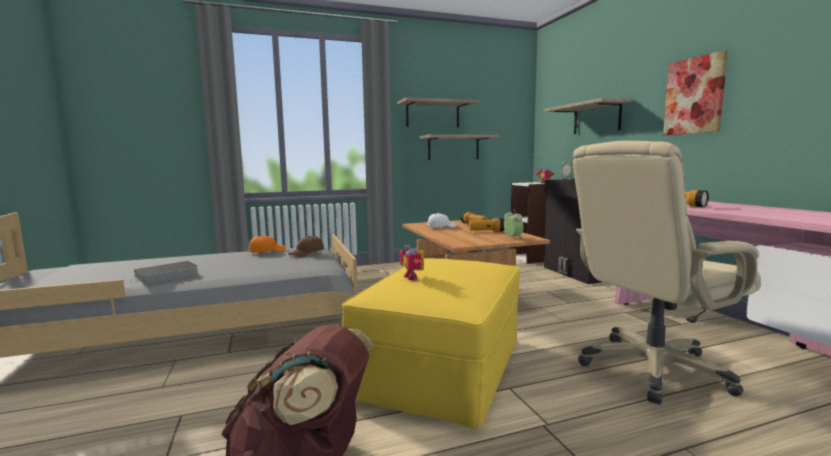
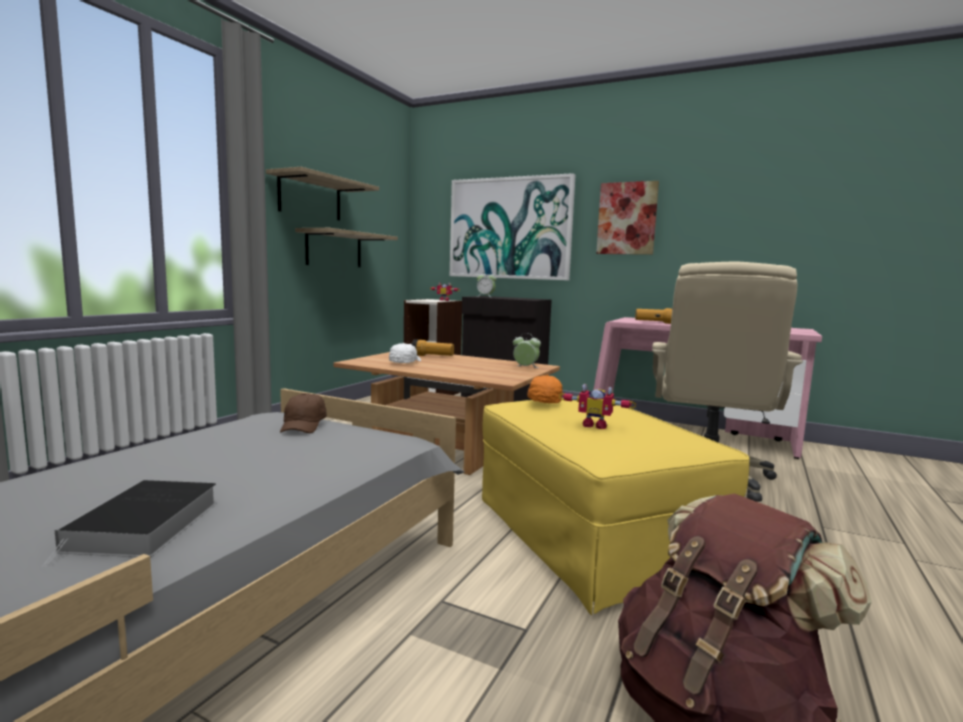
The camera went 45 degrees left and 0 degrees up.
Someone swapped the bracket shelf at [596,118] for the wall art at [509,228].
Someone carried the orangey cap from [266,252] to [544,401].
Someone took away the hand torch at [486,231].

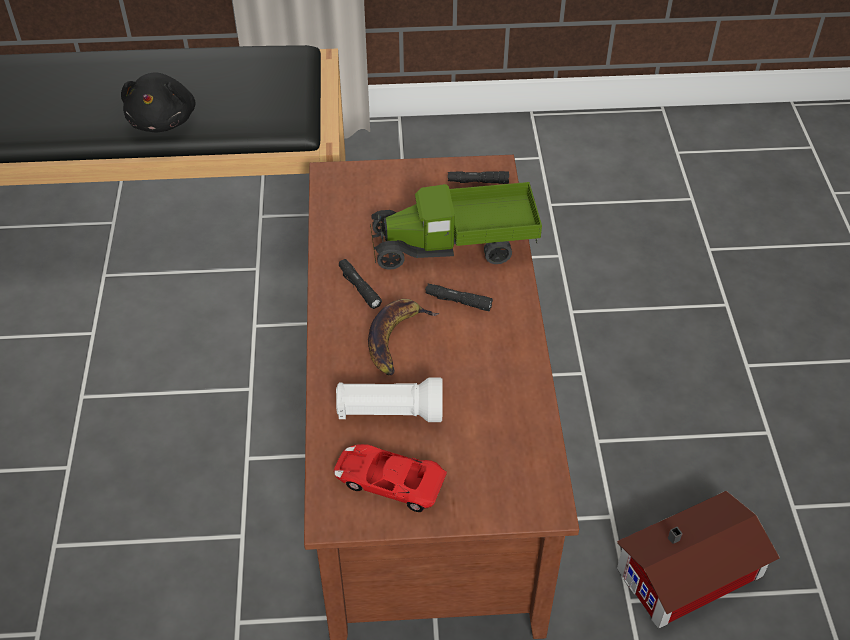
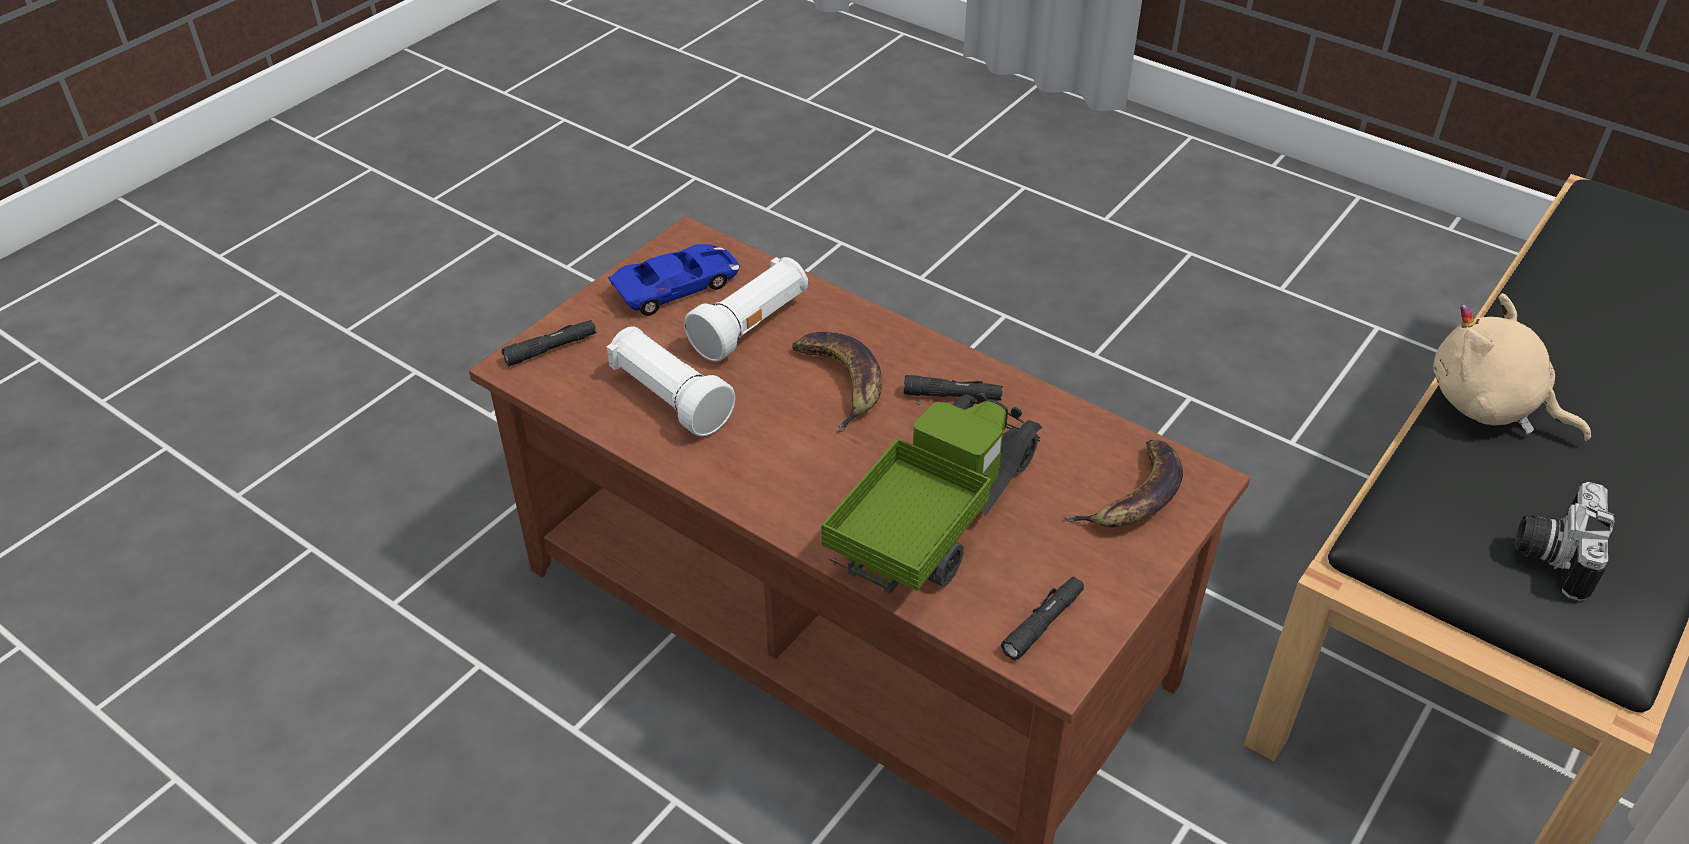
The camera went 130 degrees right and 5 degrees down.
Someone carried the blackish hand torch from [458,301] to [551,348].
Someone put down the whitish hand torch at [669,398].
Someone repainted the red model car at [389,481], which became the bluish model car at [677,286].
Someone put down the banana fruit at [1135,497].
Someone repainted the blackish cuddly toy at [163,120], which became the beige cuddly toy at [1490,406].
Someone put down the photo camera at [1551,554].
Someone took away the toy house at [694,573].

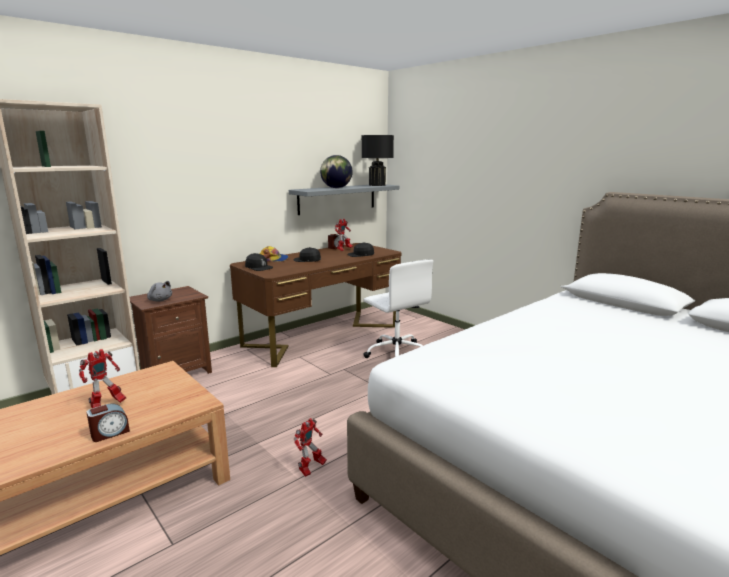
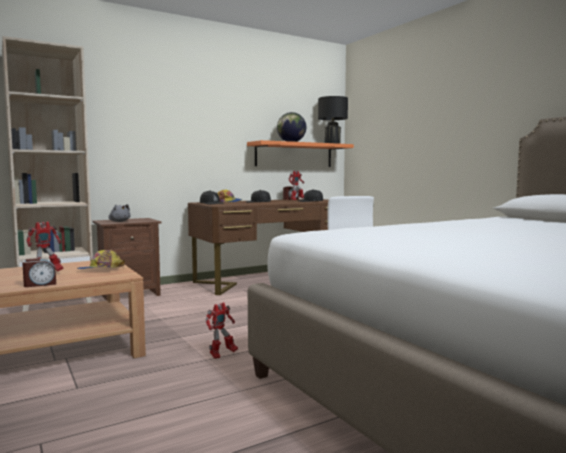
The camera went 10 degrees right and 10 degrees down.
Someone put down the cap at [101,269].
Someone repainted the gray bracket shelf at [337,198], which became the orangey bracket shelf at [294,155].

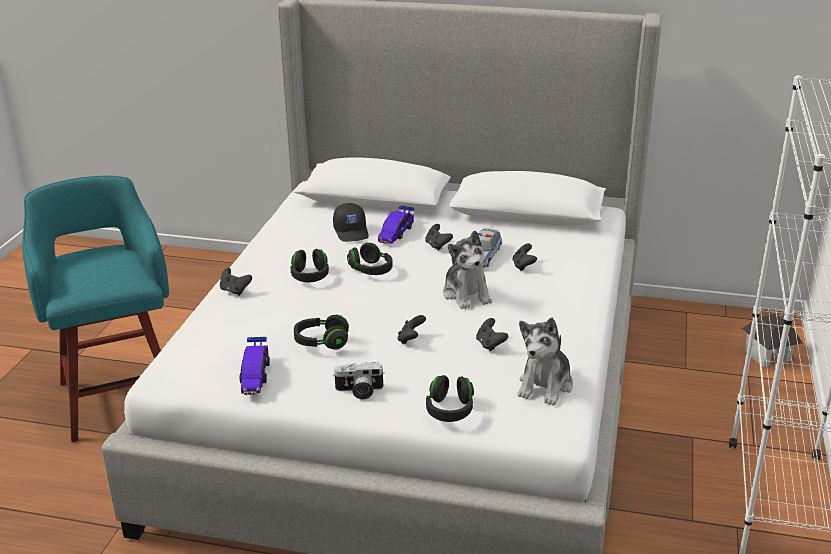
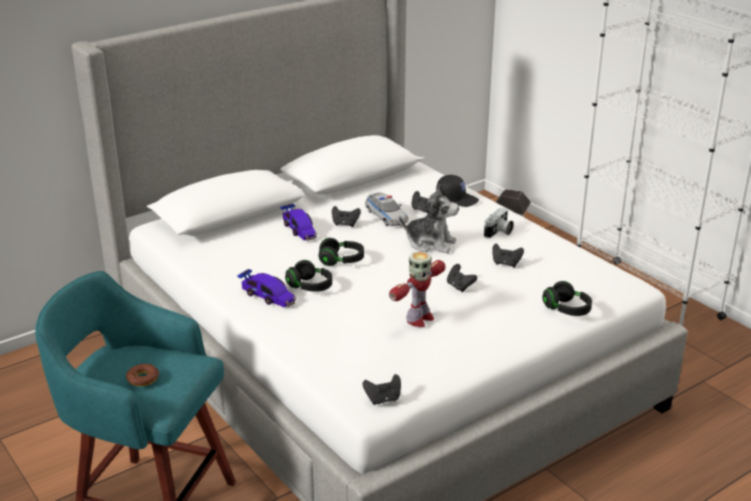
The camera went 50 degrees left and 0 degrees up.
Someone put down the ring doughnut at [143,378].
Someone carried the model car from [255,374] to [267,296].
Someone carried the blackish gamepad from [235,291] to [383,399].
Someone swapped the blackish pair of headphones at [321,342] for the robot figure at [419,319].
Someone carried the blackish cap from [352,232] to [457,199].
Someone carried the photo camera from [359,391] to [499,232].
Someone took away the cuddly toy at [545,385].

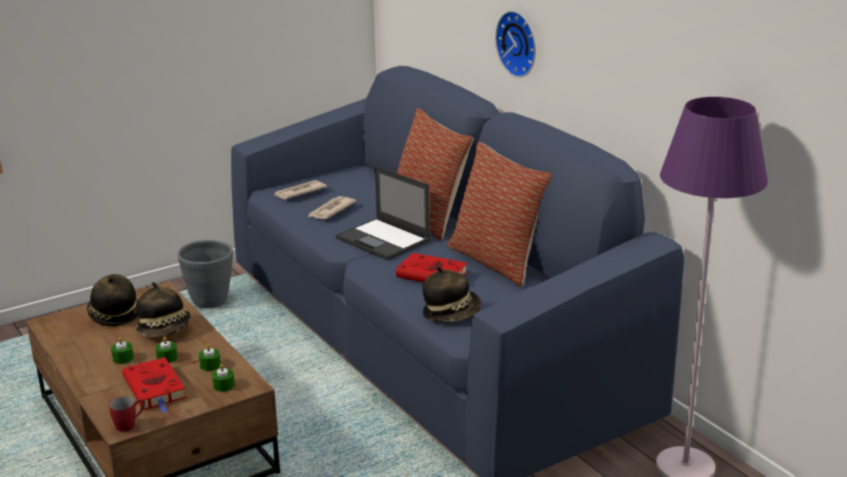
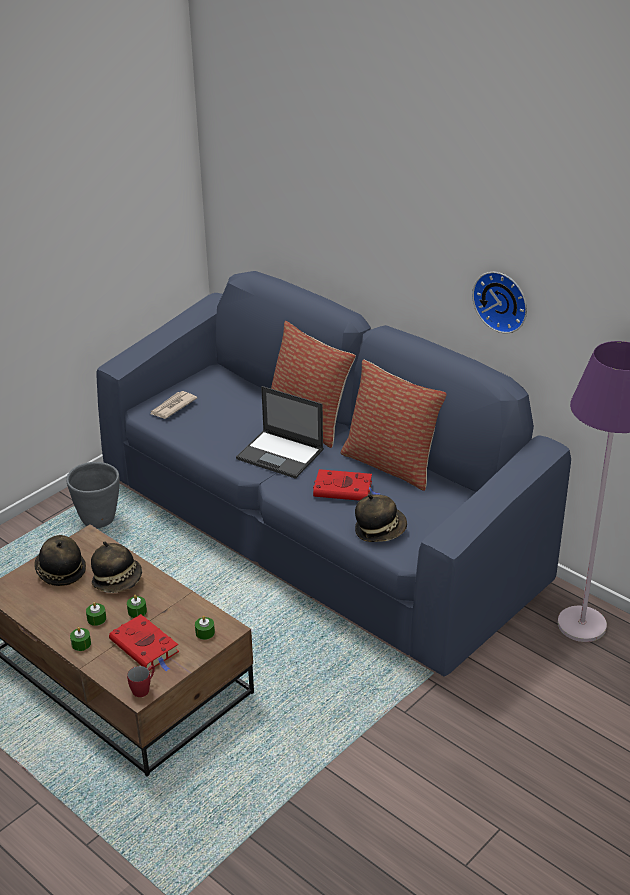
The camera went 15 degrees left and 10 degrees up.
Someone carried the greenish wax light from [210,365] to [81,644].
Someone carried the clock on the wall from [519,43] to [502,300].
Someone took away the daily paper at [330,210].

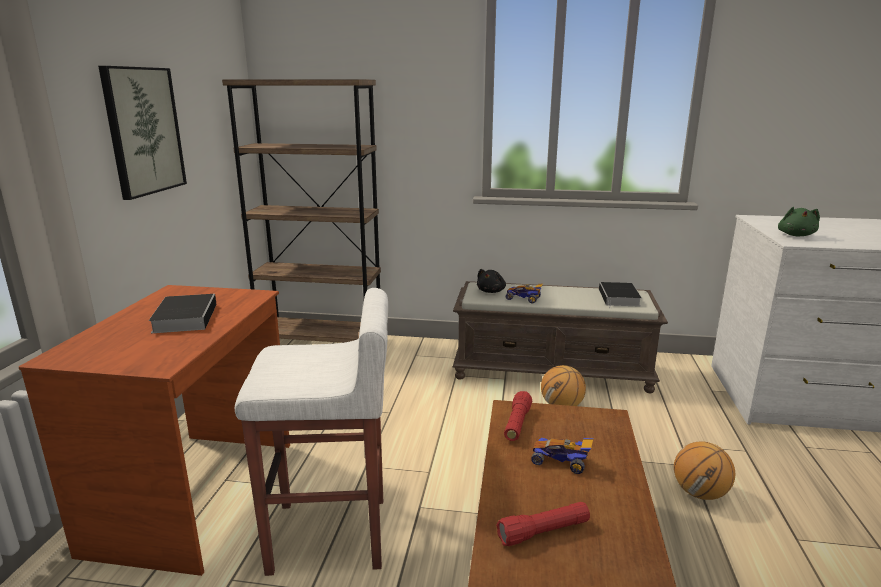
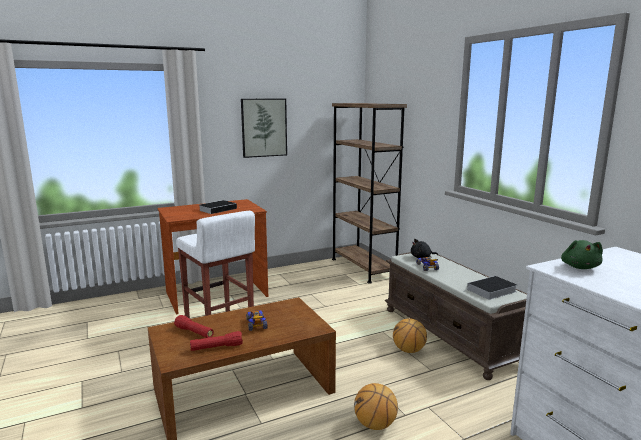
The camera went 55 degrees right and 5 degrees down.
Someone carried the red hand torch from [517,424] to [216,347].
Someone rotated the greenish cuddly toy at [796,235] by 60 degrees counterclockwise.

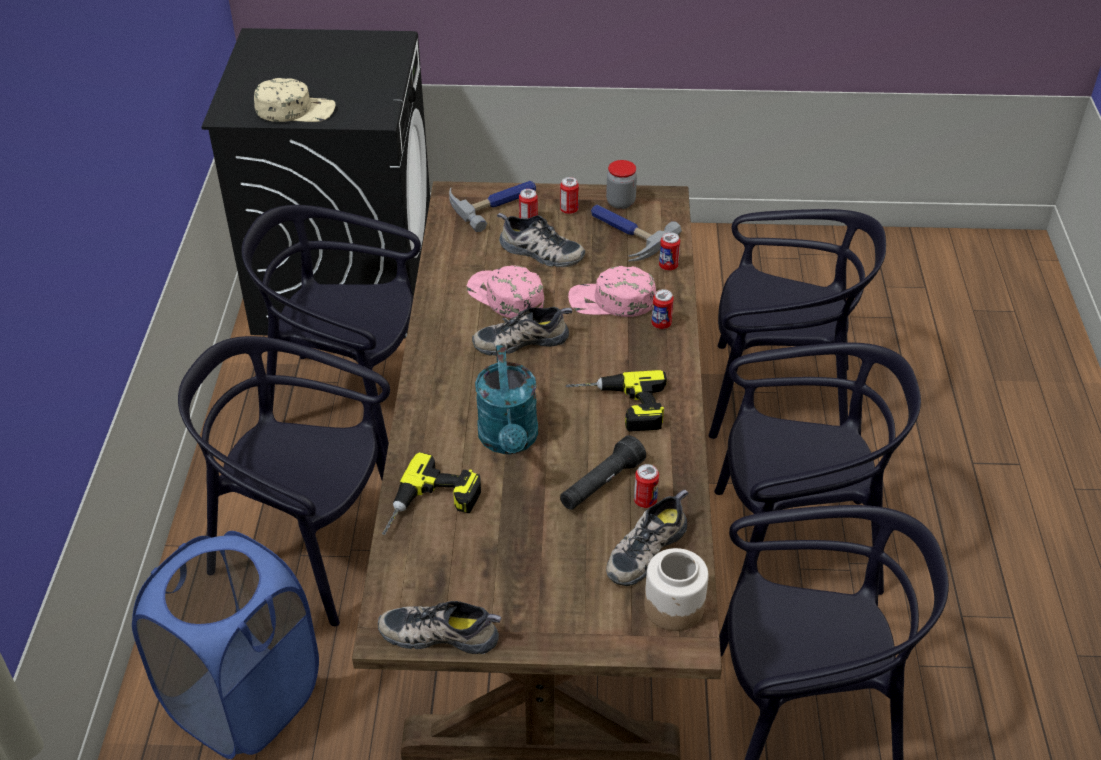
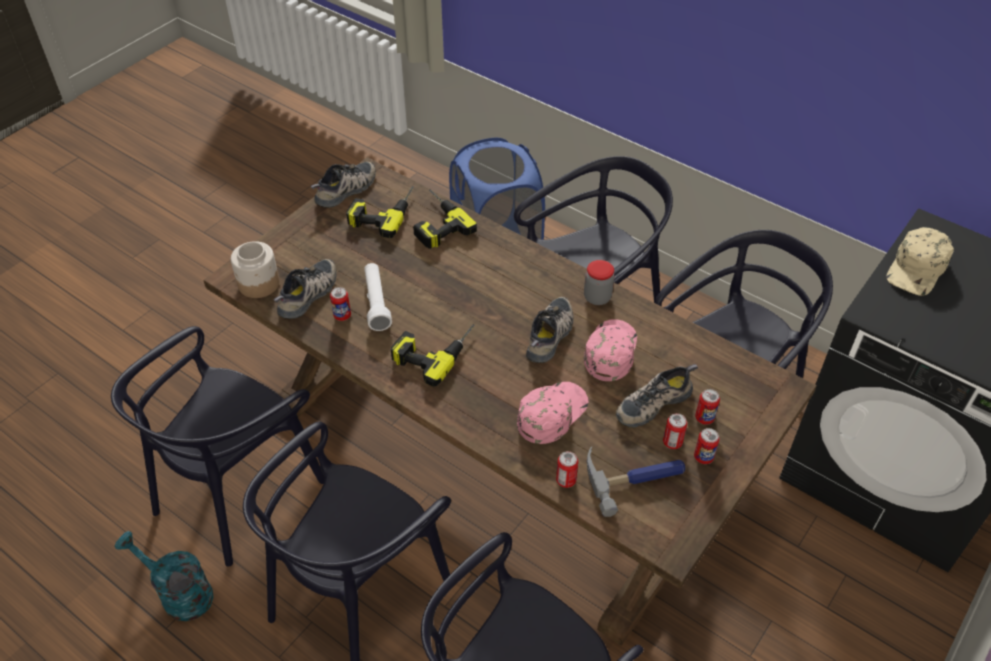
The camera went 125 degrees right and 5 degrees up.
Someone carried the blue-green watering pot from [509,441] to [179,593].
Someone rotated the low shoe at [645,548] by 45 degrees clockwise.
Someone put down the electric drill at [382,211].
Someone repainted the blackish hand torch at [601,484], which became the whitish hand torch at [376,303].
Someone carried the storage jar from [620,202] to [597,297].
Someone rotated the pink-coloured cap at [505,296] by 60 degrees counterclockwise.
Someone carried the can from [661,324] to [672,442].
Someone took away the hammer at [495,203].

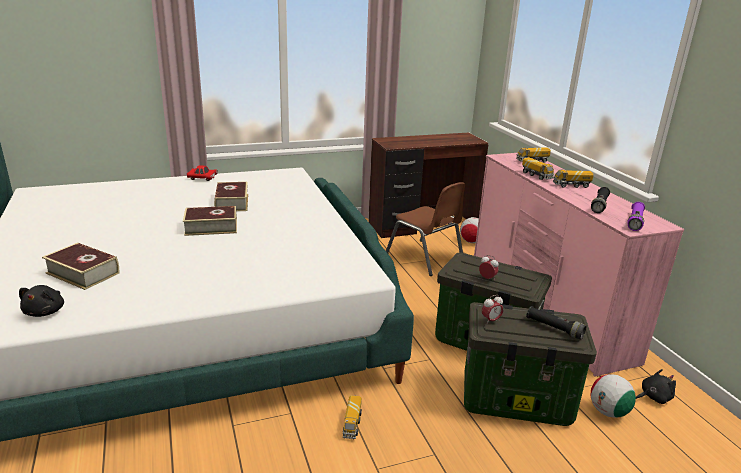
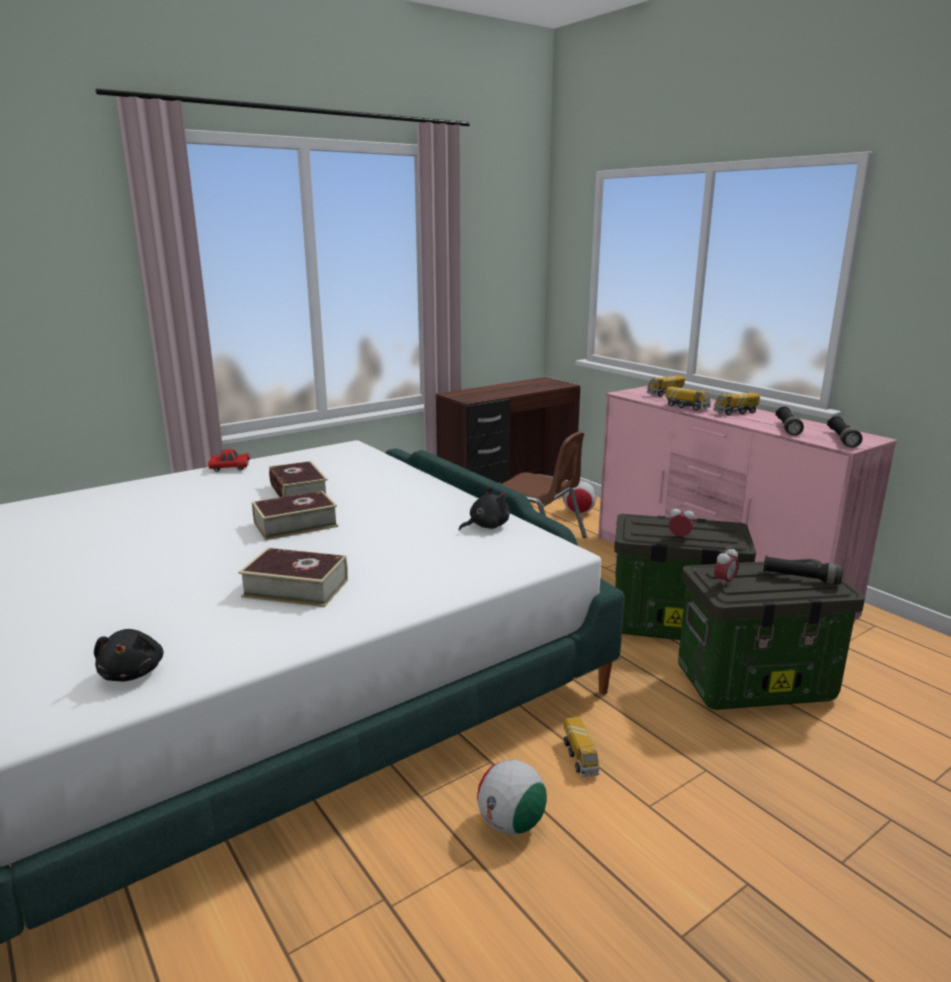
The camera went 15 degrees left and 5 degrees down.
Someone carried the bound book from [83,273] to [296,588].
Someone carried the blackish cuddly toy from [653,397] to [486,526].
Someone carried the football ball from [608,412] to [511,823].
Someone repainted the purple hand torch at [635,222], which became the blackish hand torch at [842,439].

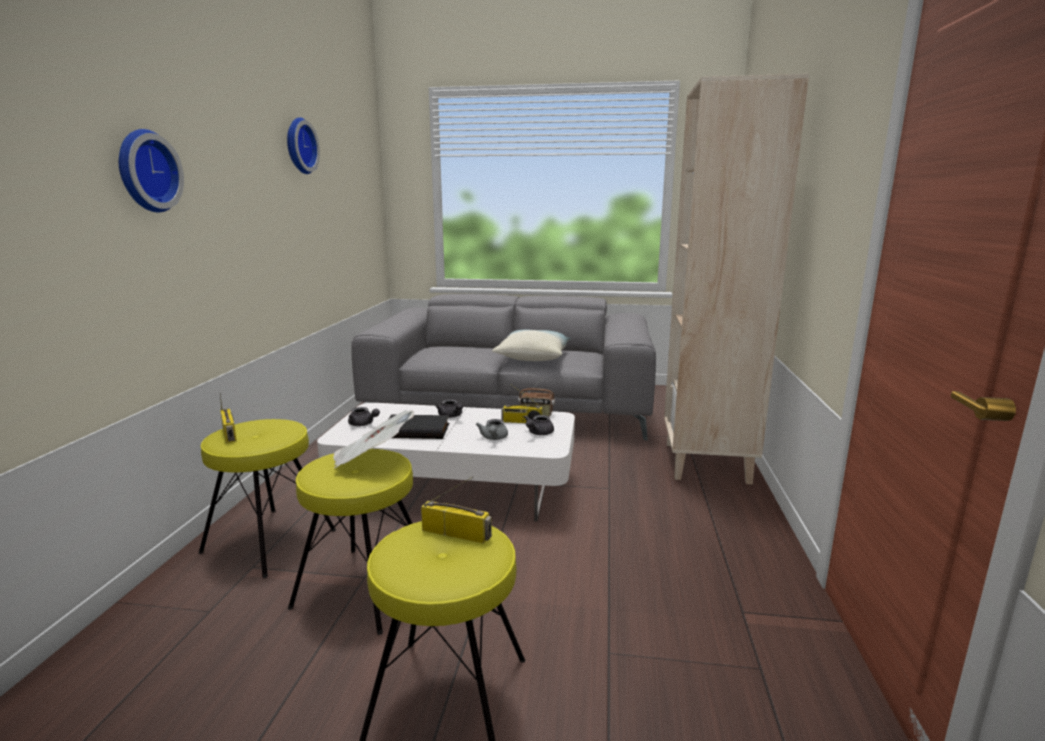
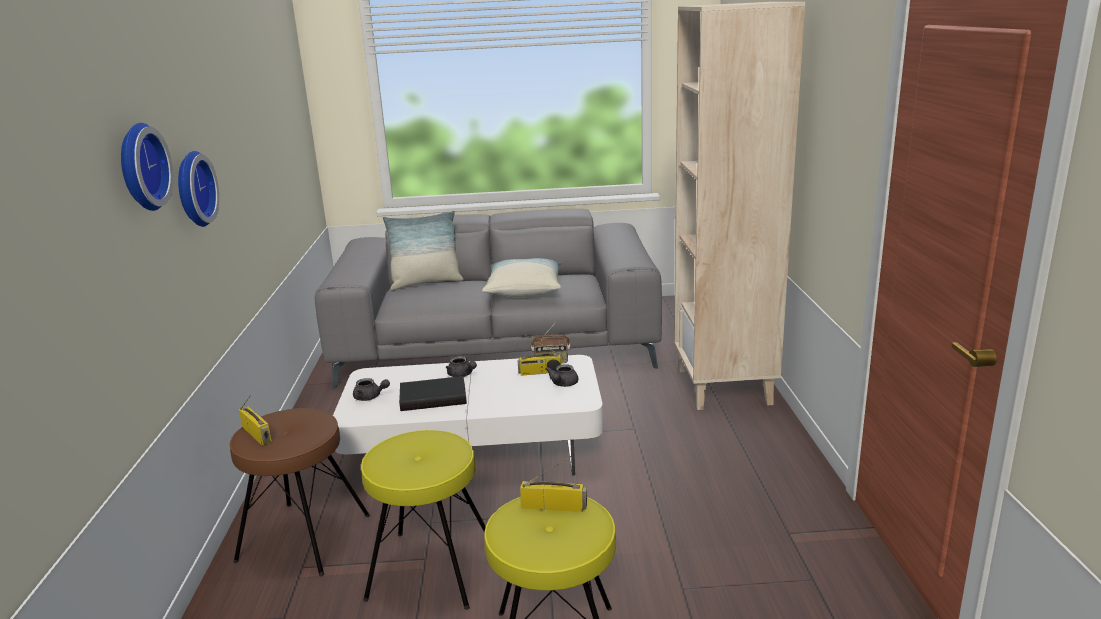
The camera went 10 degrees left and 5 degrees up.
Someone carried the clock on the wall from [298,146] to [191,189].
Someone repainted the yellow-coloured stool seat at [269,541], which became the brown-coloured stool seat at [304,538].
Someone put down the cushion at [426,283].
Someone took away the daily paper at [372,459].
Someone took away the gray pot for tea at [493,438].

